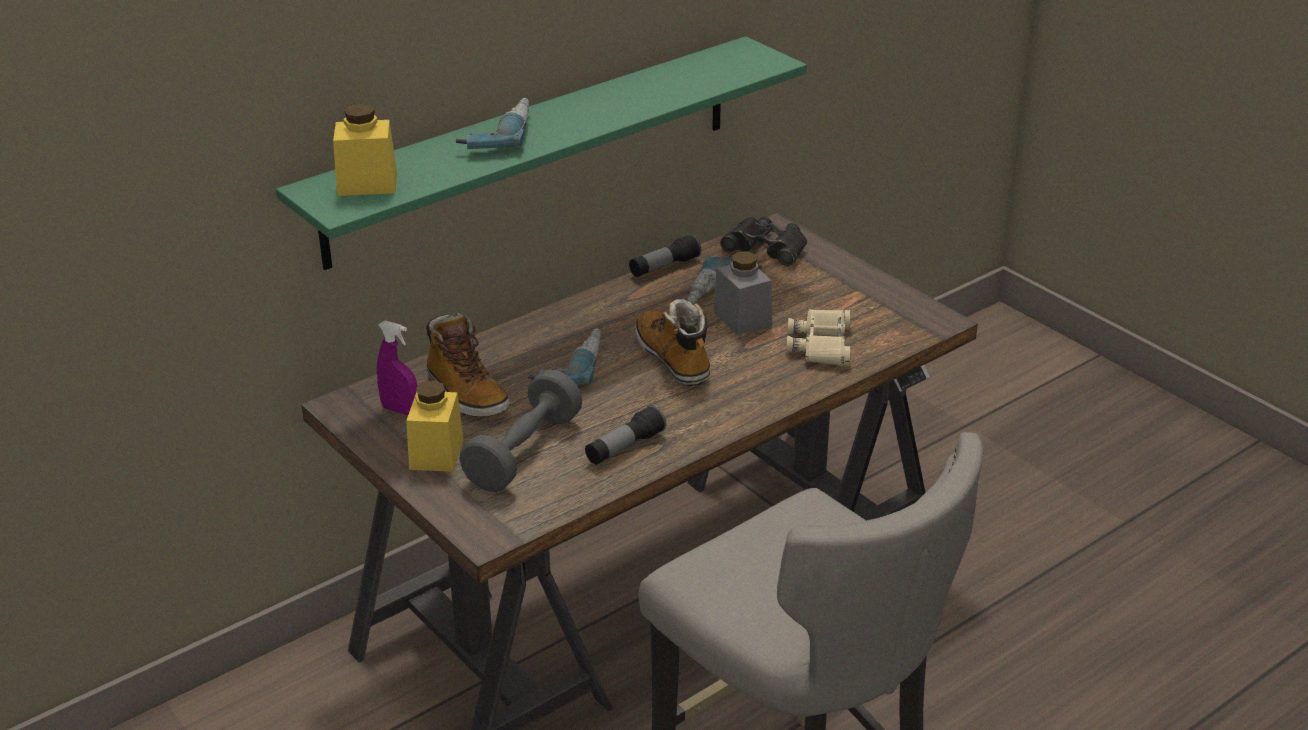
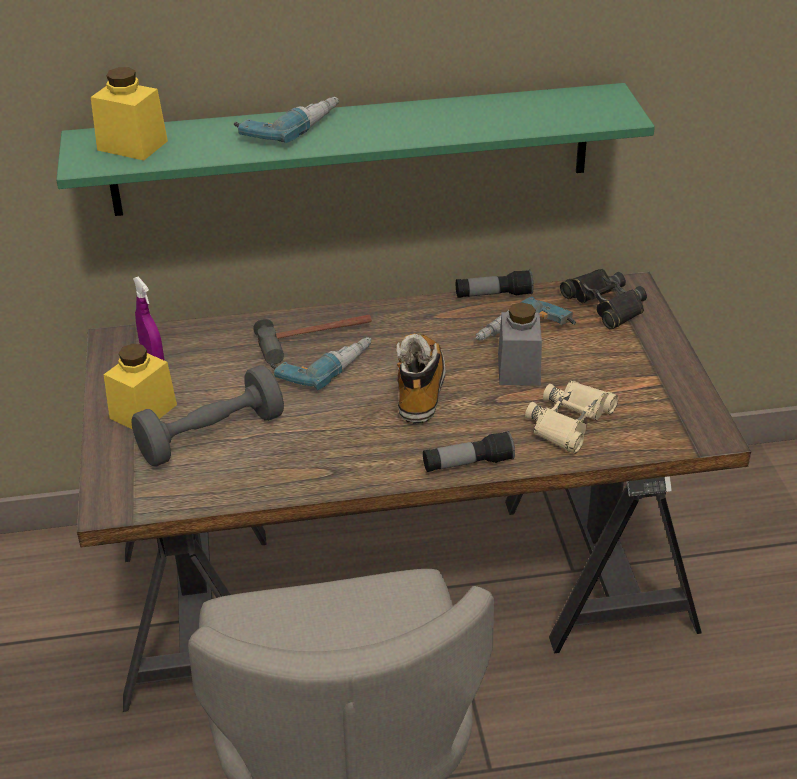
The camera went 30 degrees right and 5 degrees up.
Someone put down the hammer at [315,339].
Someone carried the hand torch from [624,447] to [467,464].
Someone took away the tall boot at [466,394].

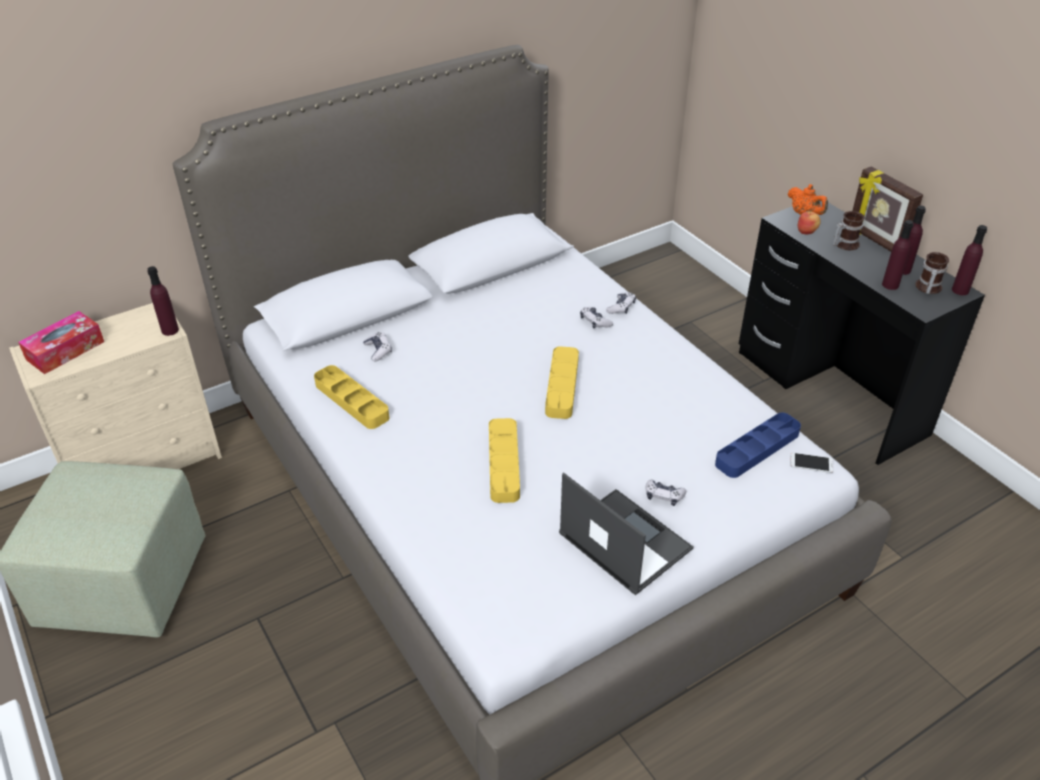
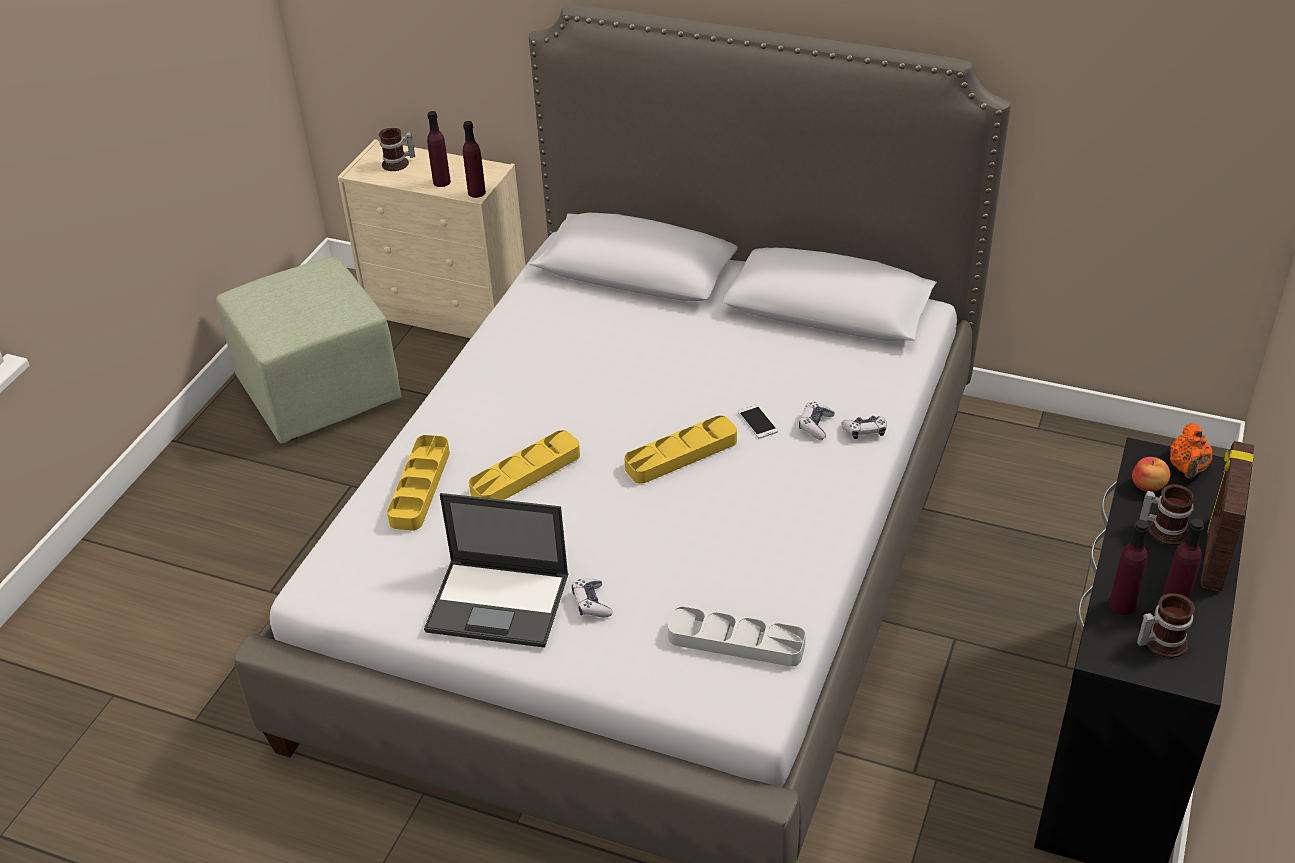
The camera went 55 degrees right and 0 degrees up.
Someone swapped the tissue box at [65,350] for the tea mug at [398,164].
Someone carried the yellow-coloured carrying tray from [351,401] to [420,487].
Someone rotated the notebook computer at [623,540] by 90 degrees clockwise.
Someone carried the purple drink bottle from [960,290] to [441,182].
Someone repainted the bluish carrying tray at [757,449], which became the gray carrying tray at [736,642].
Someone carried the telephone from [811,463] to [757,422].
Someone took away the gamepad at [378,350].

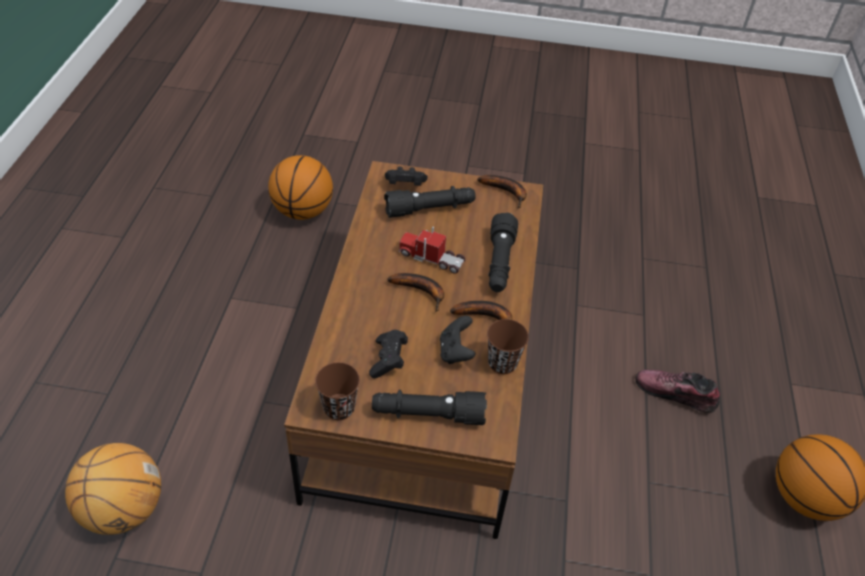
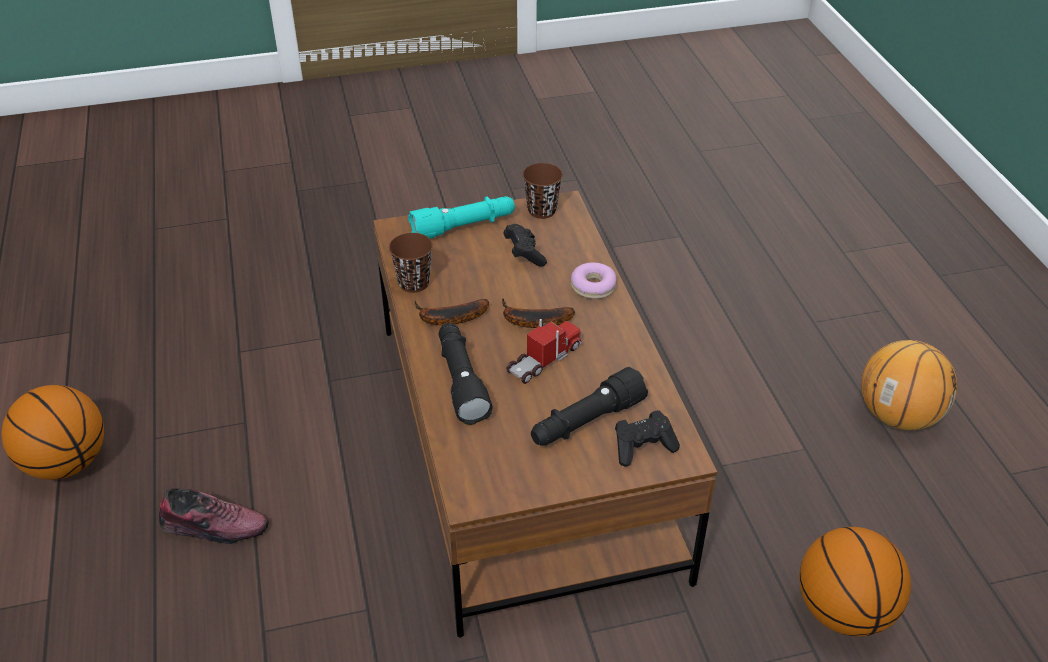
The camera went 160 degrees right and 5 degrees down.
Someone repainted the blackish hand torch at [428,414], which became the blue-green hand torch at [463,227].
Someone rotated the model truck at [431,258] by 45 degrees counterclockwise.
Someone put down the ring doughnut at [593,286].
Someone carried the basketball ball from [123,509] to [898,415].
Someone took away the blackish gamepad at [455,351].
Someone took away the banana fruit at [507,192].

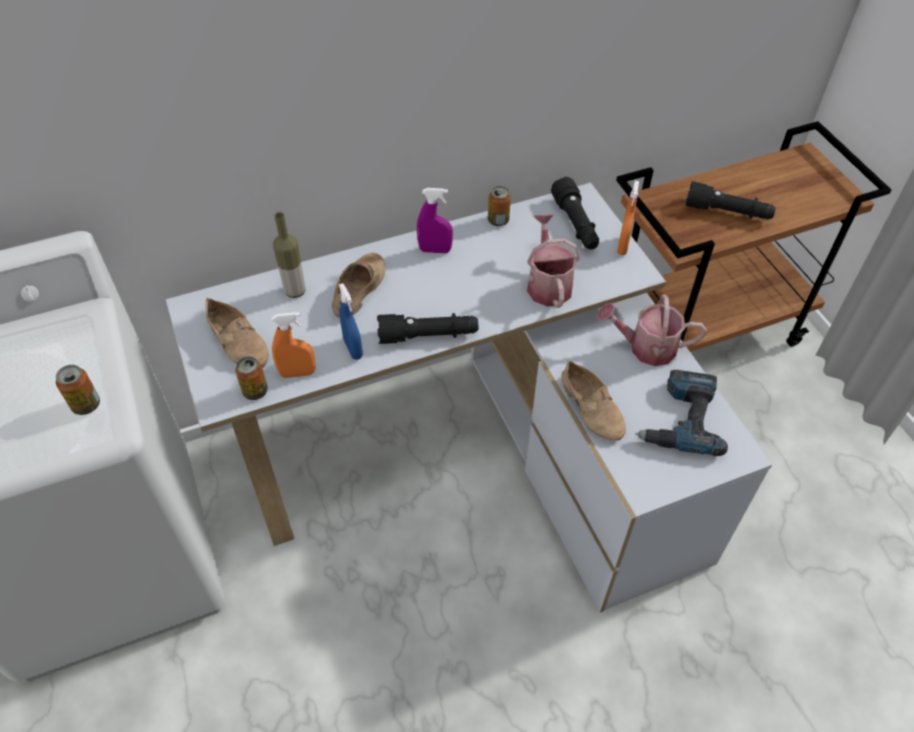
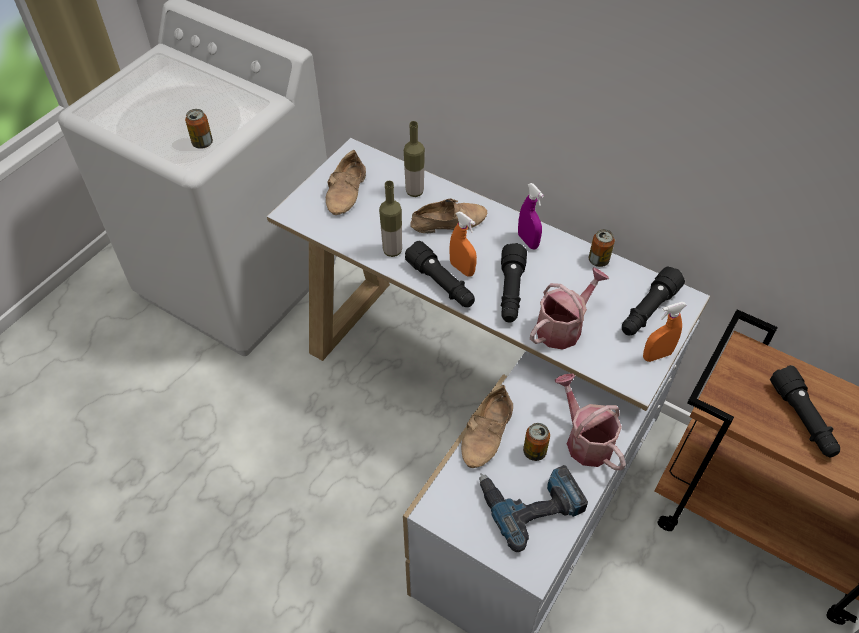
The camera went 55 degrees right and 0 degrees up.
Someone swapped the bluish sprayer at [353,349] for the drink bottle at [392,251].
Someone carried the orangey sprayer from [297,373] to [462,269].
Someone put down the blackish hand torch at [511,292].
Someone carried the can from [255,391] to [534,451].

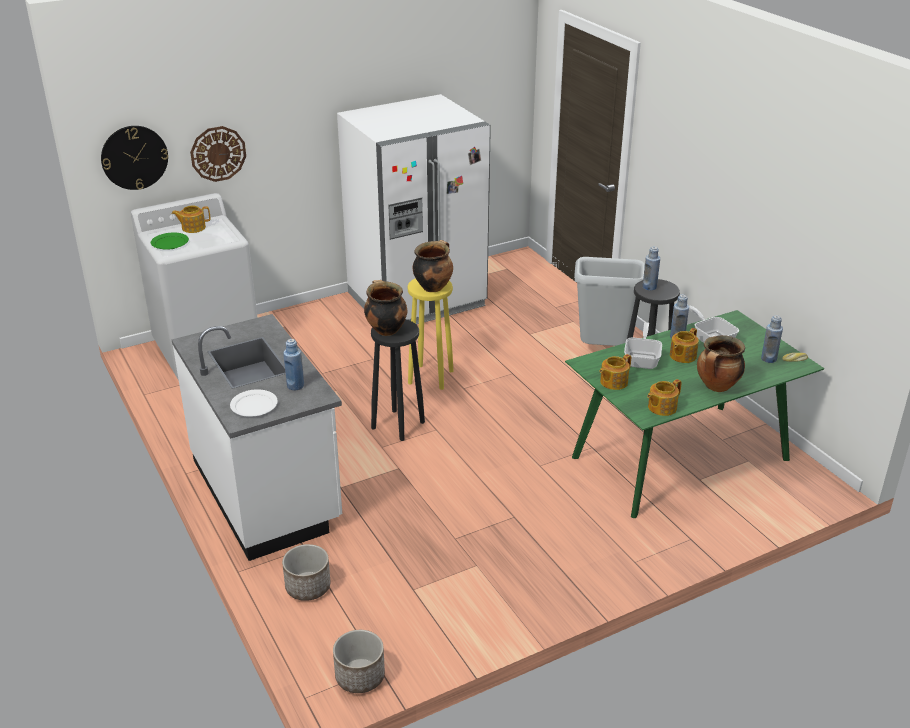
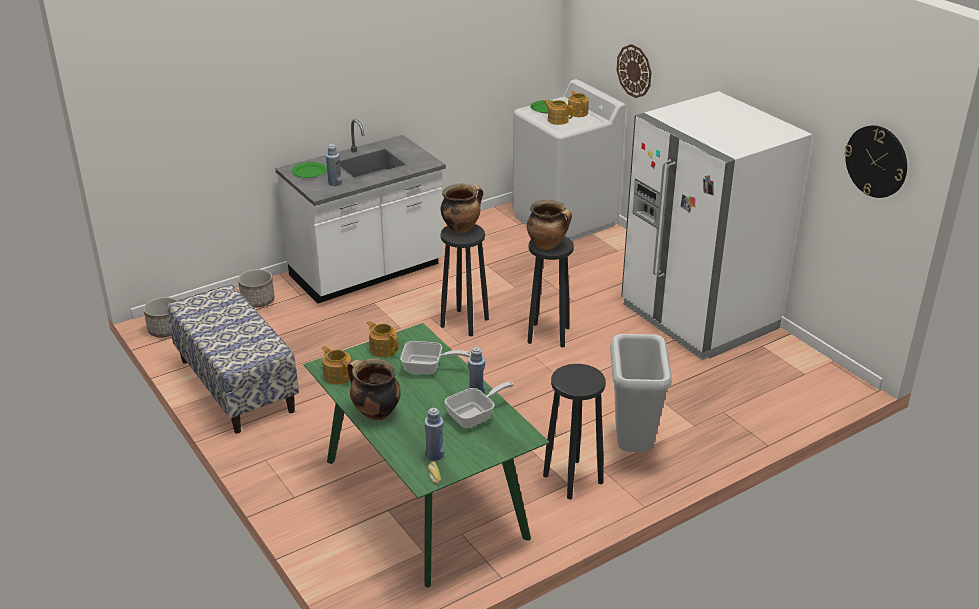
The camera went 85 degrees right and 0 degrees up.
Someone put down the bench at [236,385].
Someone repainted the whitish plate at [254,405], which became the greenish plate at [309,172].
Someone repainted the yellow-coloured stool seat at [431,377], which became the blackish stool seat at [548,335].
Someone carried the pot for tea from [682,356] to [557,120].
Someone carried the clock on the wall from [134,157] to [876,161].
Someone took away the bluish drink bottle at [649,287].

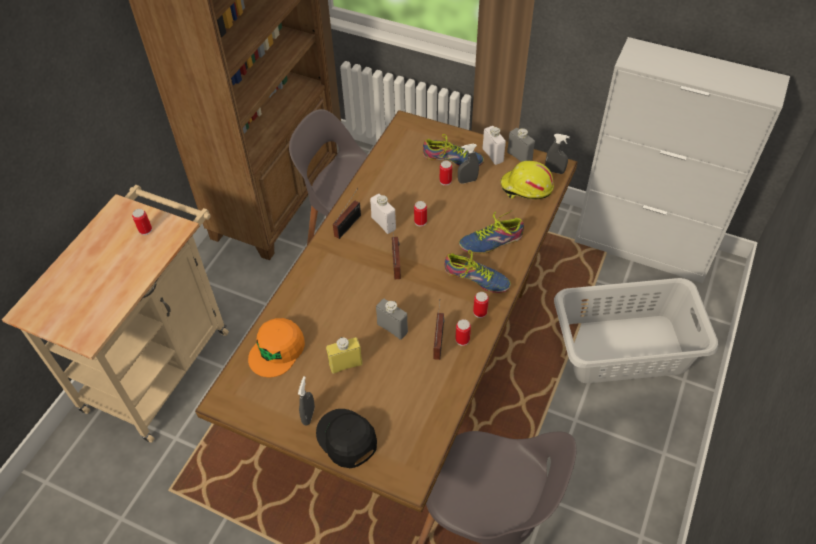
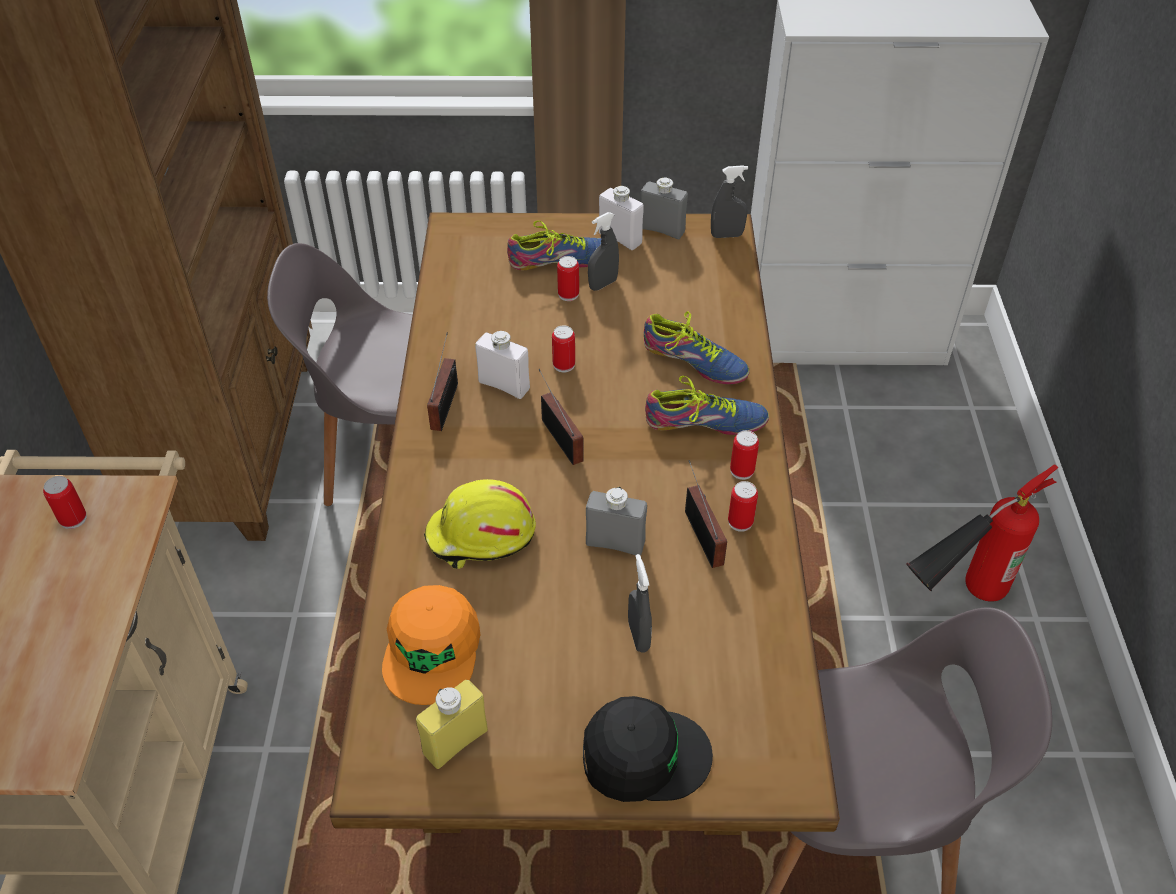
The camera went 25 degrees left and 5 degrees down.
Someone carried the yellow-coloured drink bottle from [345,364] to [455,742].
Someone carried the yellow-coloured hard hat from [526,188] to [481,536].
Someone rotated the blackish cap at [346,439] by 150 degrees clockwise.
Someone carried the gray sprayer from [308,415] to [638,636].
Someone rotated the low shoe at [491,241] by 105 degrees counterclockwise.
Someone put down the extinguisher at [955,601].
Someone took away the gray washing basket at [625,350].

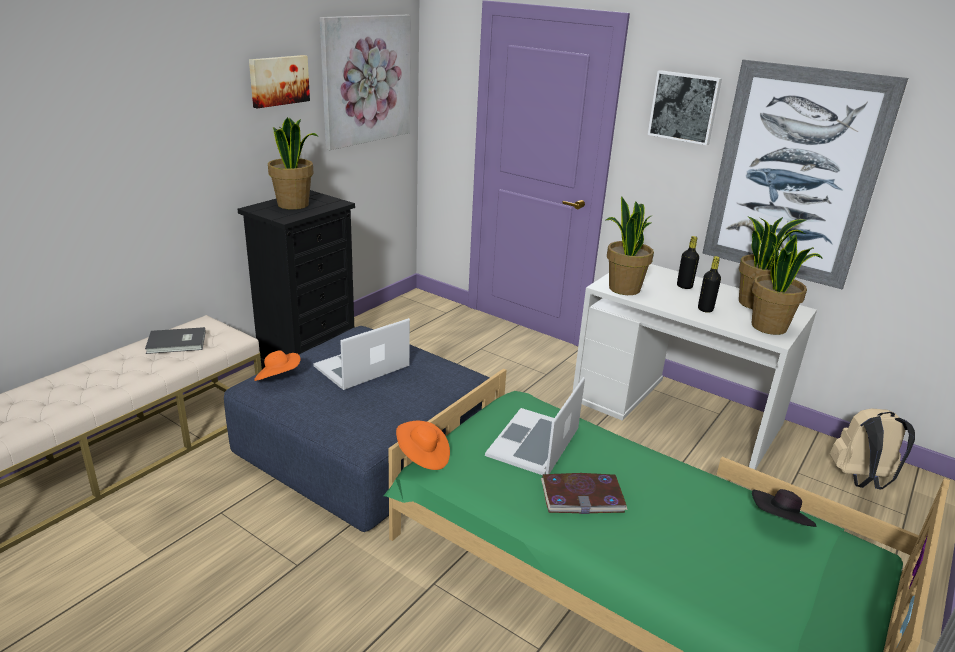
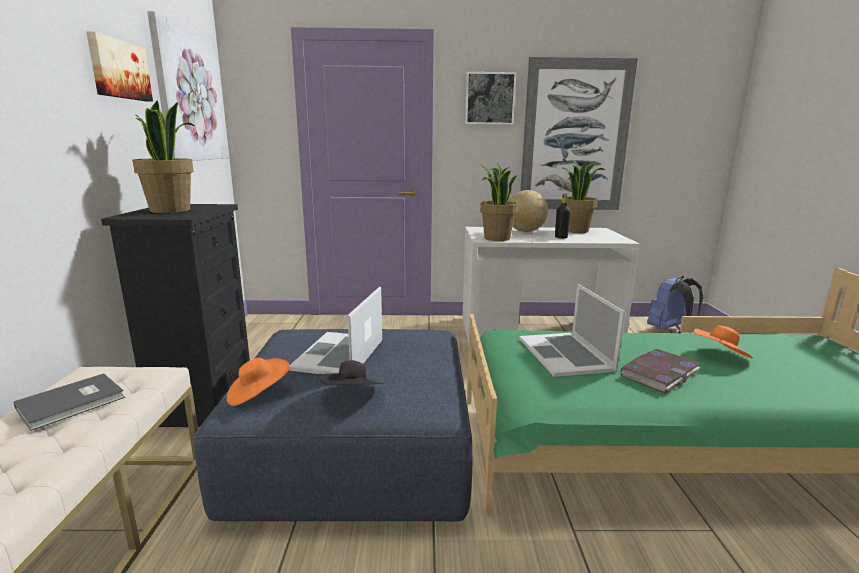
The camera went 35 degrees left and 10 degrees down.
Someone carried the blackish wearable hat from [779,522] to [352,396].
Someone swapped the blackish drink bottle at [684,286] for the globe at [525,231].
Someone repainted the beige knapsack at [861,479], which became the bluish knapsack at [669,331].
Someone carried the orangey wearable hat from [423,456] to [720,356].
Someone took away the potted plant at [769,327].

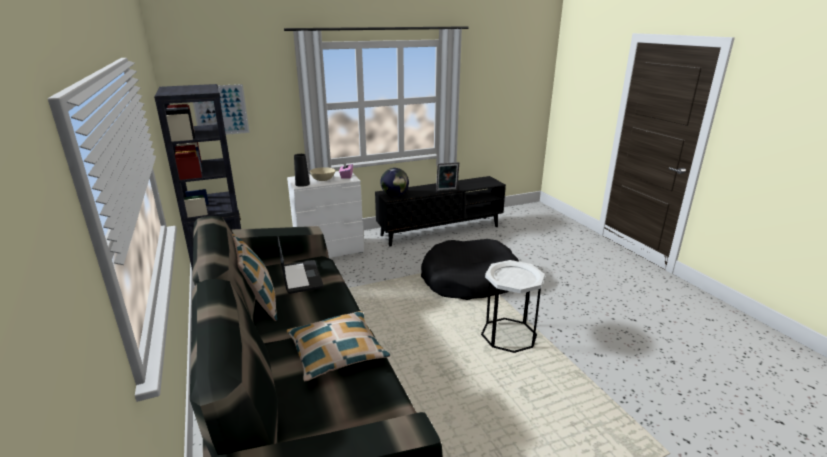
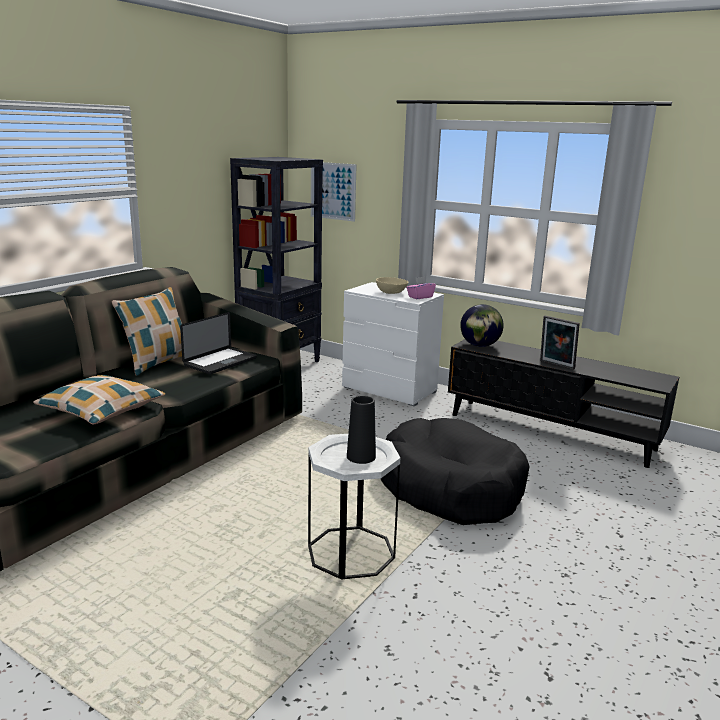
The camera went 55 degrees right and 5 degrees down.
Someone carried the blackish vase from [302,184] to [361,456].

